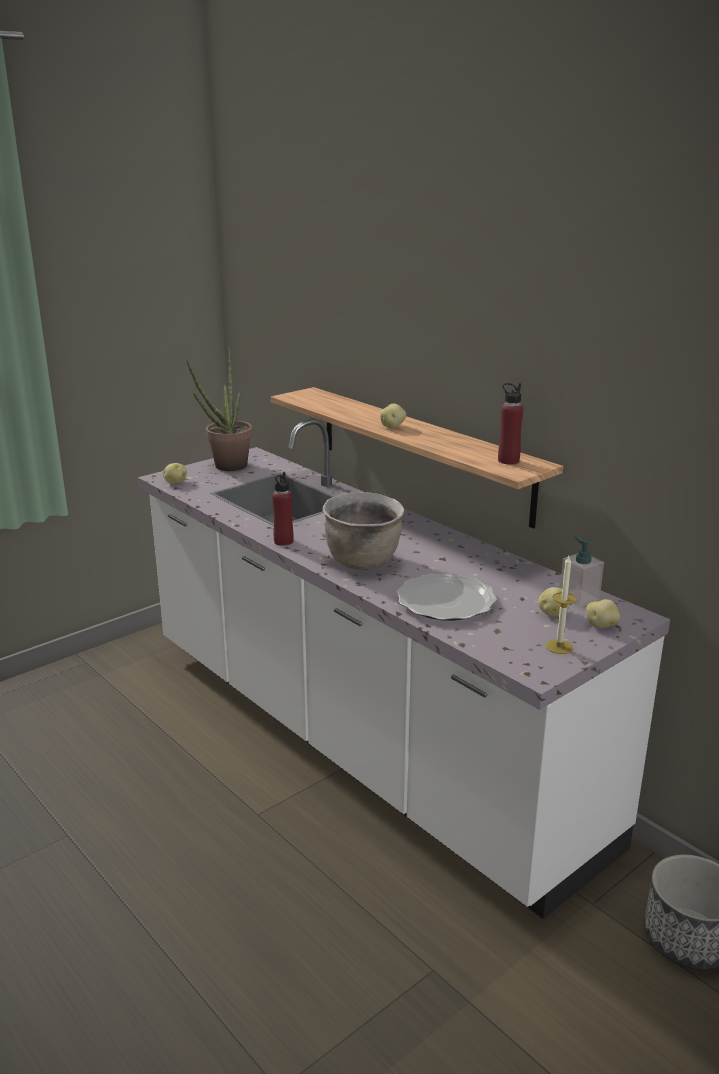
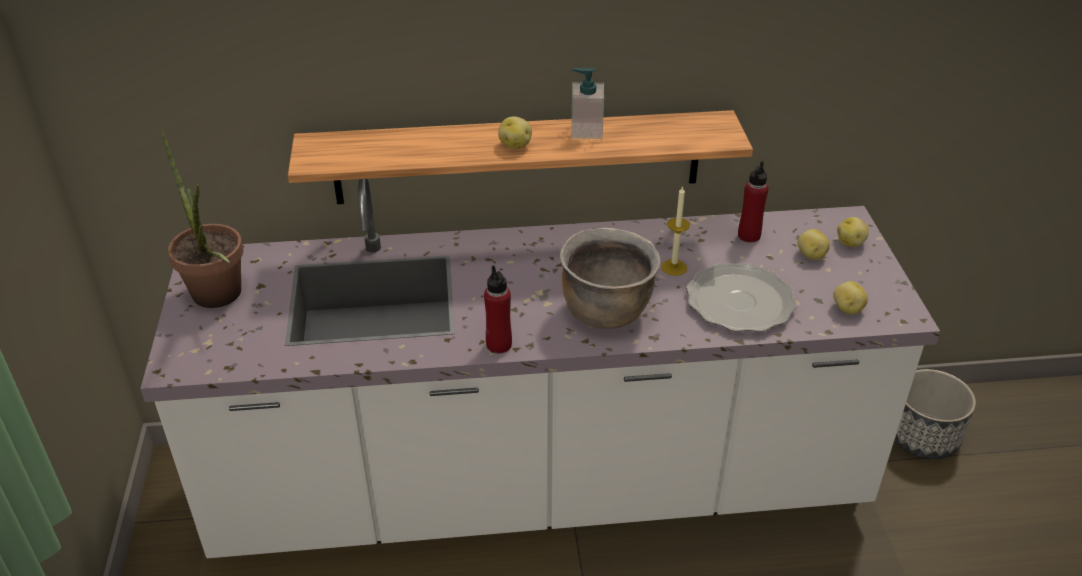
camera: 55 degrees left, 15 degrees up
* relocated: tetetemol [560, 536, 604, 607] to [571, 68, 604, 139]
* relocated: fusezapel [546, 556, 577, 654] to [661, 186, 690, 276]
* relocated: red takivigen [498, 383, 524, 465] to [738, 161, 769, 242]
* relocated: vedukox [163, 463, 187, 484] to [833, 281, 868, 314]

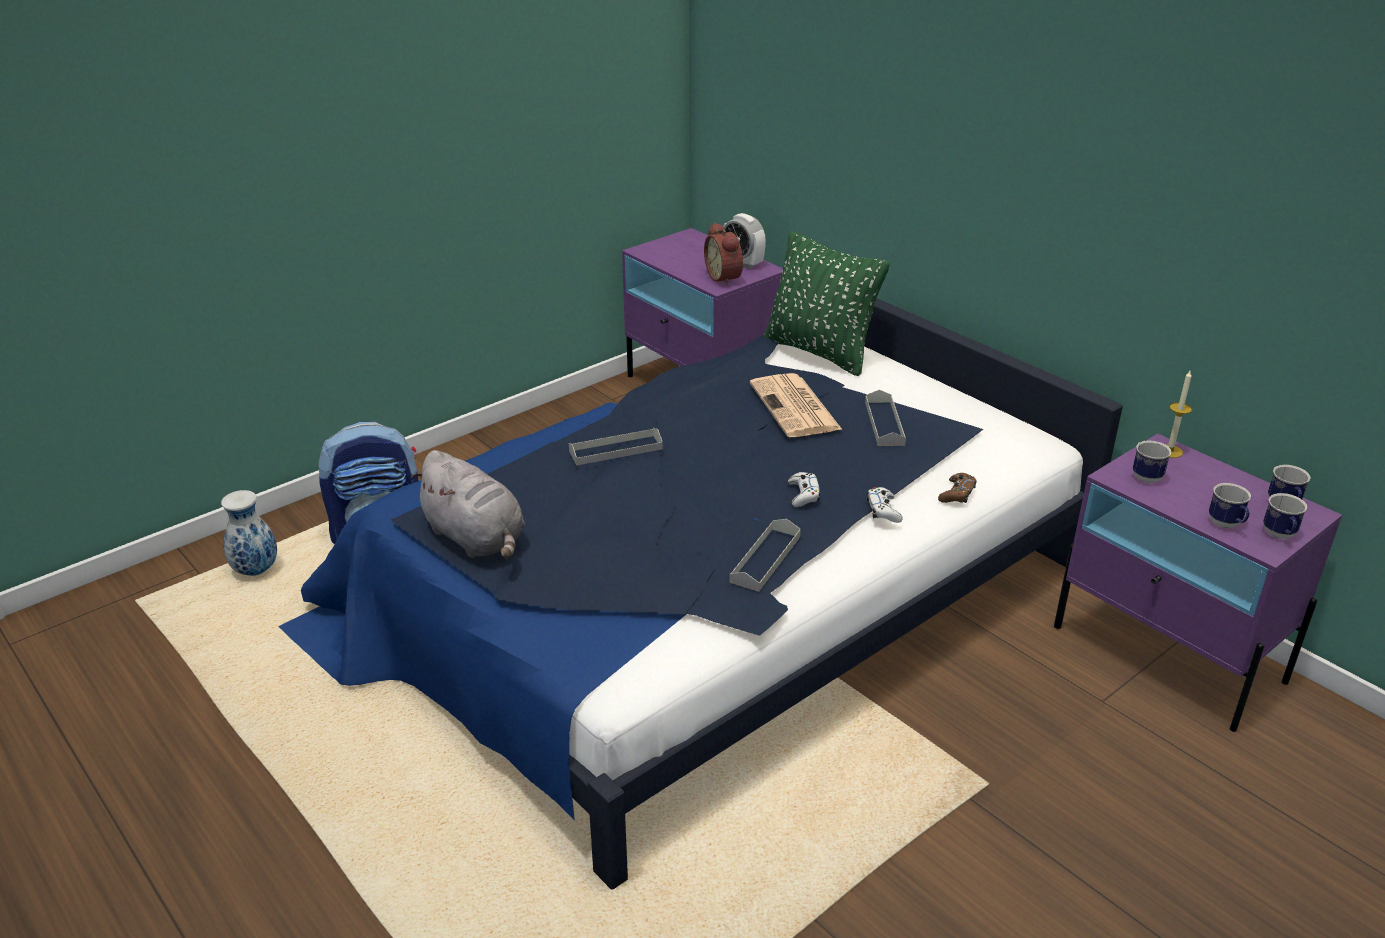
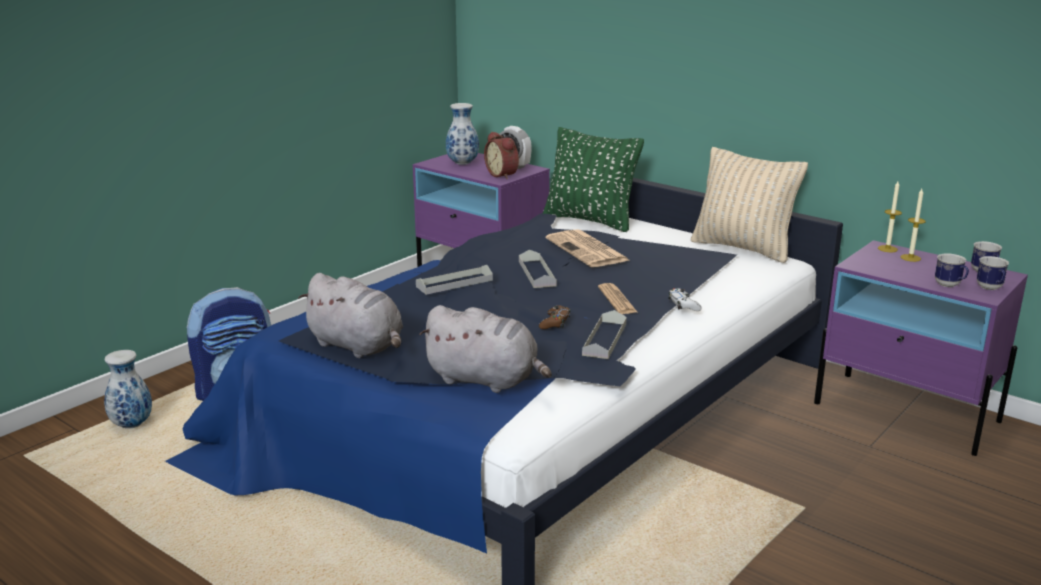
camera: 10 degrees left, 10 degrees down
* appeared: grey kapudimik [419, 305, 551, 393]
* appeared: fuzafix [446, 103, 479, 165]
* relocated: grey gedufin [865, 390, 906, 446] to [519, 249, 556, 288]
* relocated: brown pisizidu [938, 473, 977, 503] to [539, 305, 570, 329]
* exchanged: white pisizidu [787, 472, 820, 507] to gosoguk [598, 283, 637, 314]
* appeared: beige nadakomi [691, 147, 808, 263]
* appeared: fusezapel [901, 189, 926, 262]
* missing: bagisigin [1133, 440, 1171, 483]

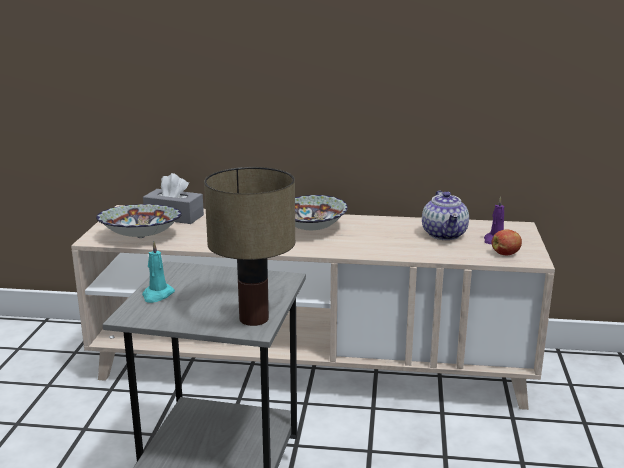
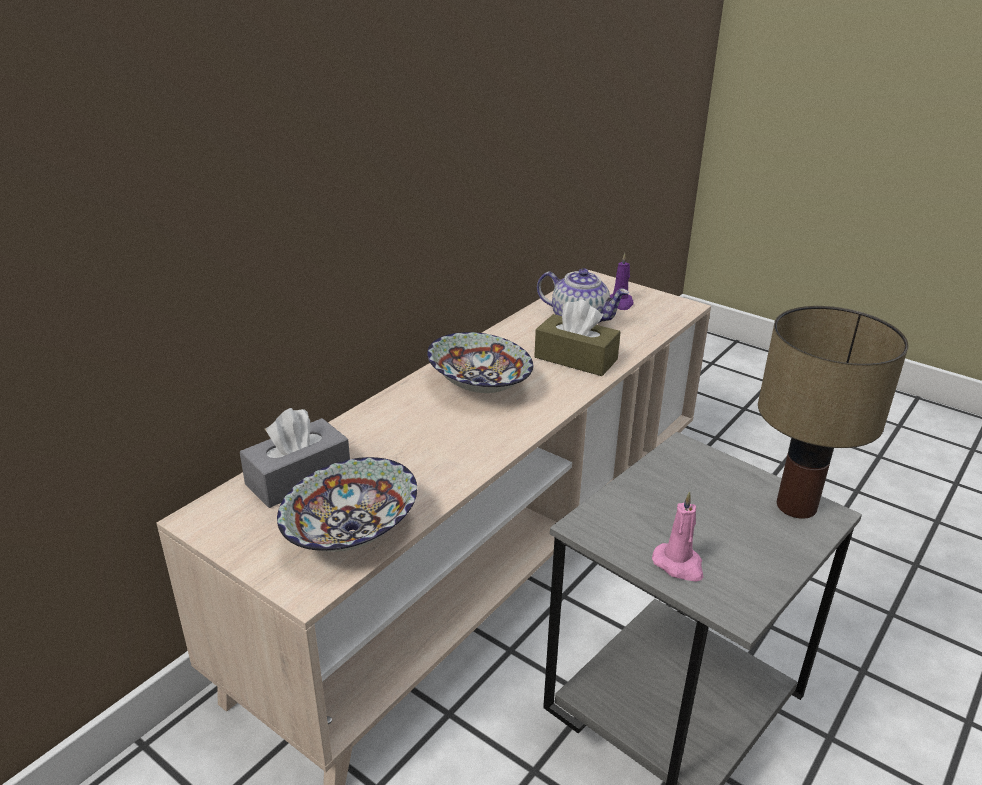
camera: 60 degrees left, 10 degrees up
* appeared: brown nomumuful [534, 299, 620, 376]
* colour: turquoise fusezapel [142, 241, 175, 303] to pink fusezapel [652, 492, 703, 582]
* missing: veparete [492, 230, 522, 255]

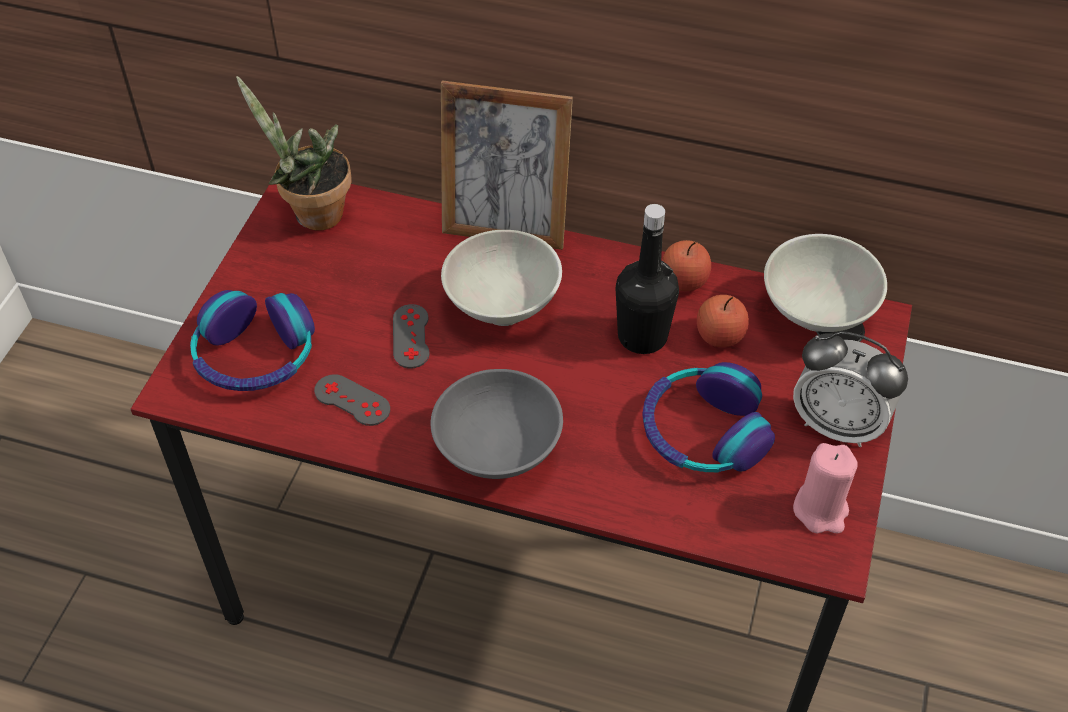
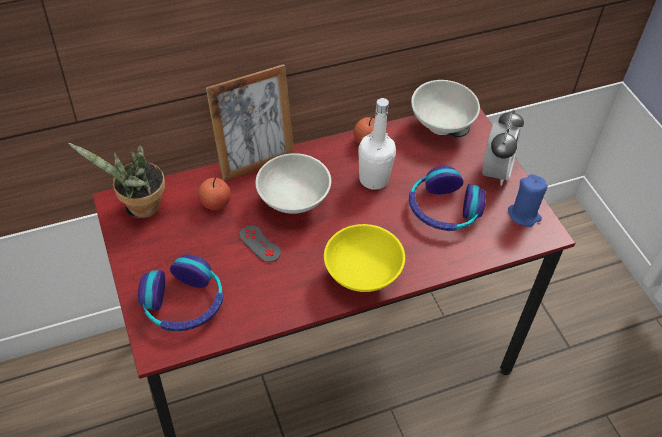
camera: 40 degrees left, 0 degrees up
* relocated: veparete [697, 295, 749, 347] to [198, 178, 231, 210]
* colour: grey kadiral [431, 369, 563, 479] to yellow kadiral [324, 224, 405, 292]
* colour: black takivigen [616, 204, 679, 354] to white takivigen [358, 98, 396, 190]
* spun: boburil [793, 331, 908, 447] = [482, 110, 524, 186] 60 degrees counterclockwise
* colour: pink fusezapel [793, 443, 857, 534] to blue fusezapel [508, 174, 548, 227]
* missing: grey pisizidu [314, 374, 390, 426]

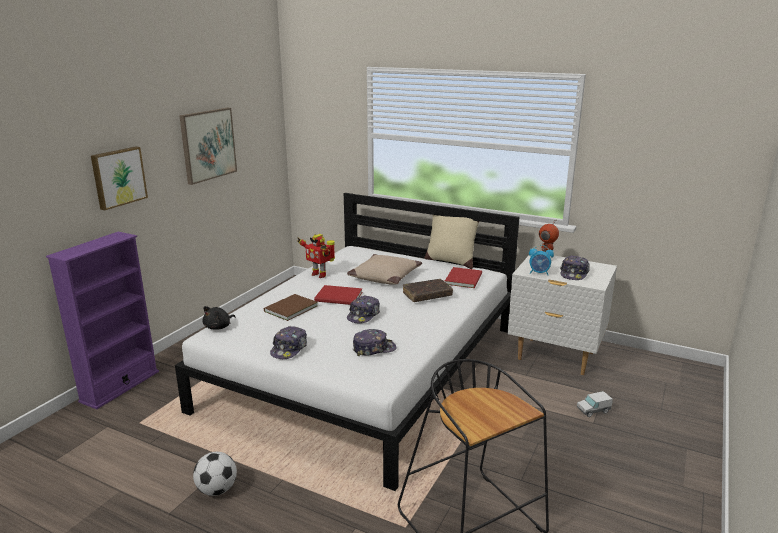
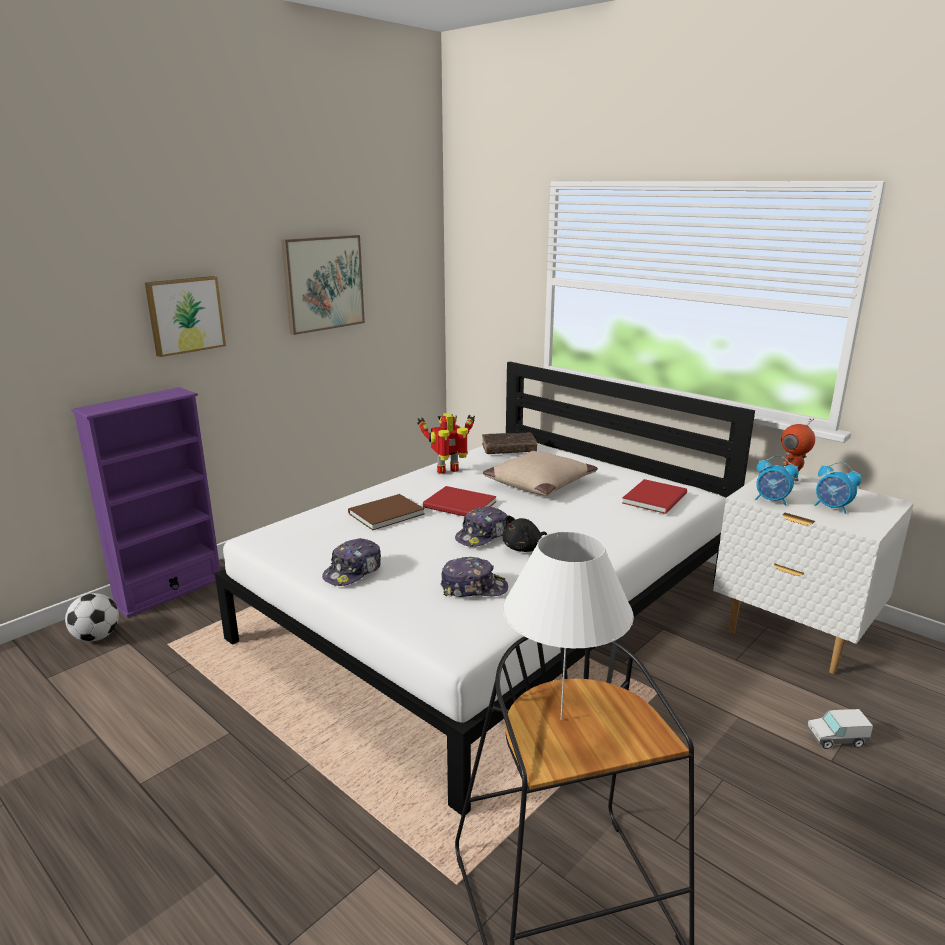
camera: 15 degrees right, 0 degrees up
* relocated: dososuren [193, 452, 237, 496] to [65, 593, 119, 642]
* spun: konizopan [297, 234, 335, 278] = [417, 413, 475, 474] 105 degrees clockwise
* relocated: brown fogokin [403, 279, 453, 302] to [482, 432, 537, 454]
* relocated: black kapudimik [202, 306, 236, 330] to [502, 515, 547, 552]
* appeared: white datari [502, 531, 634, 720]
* exchanged: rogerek [560, 255, 590, 280] to boburil [814, 462, 862, 514]
* missing: beige nadakomi [425, 215, 479, 269]

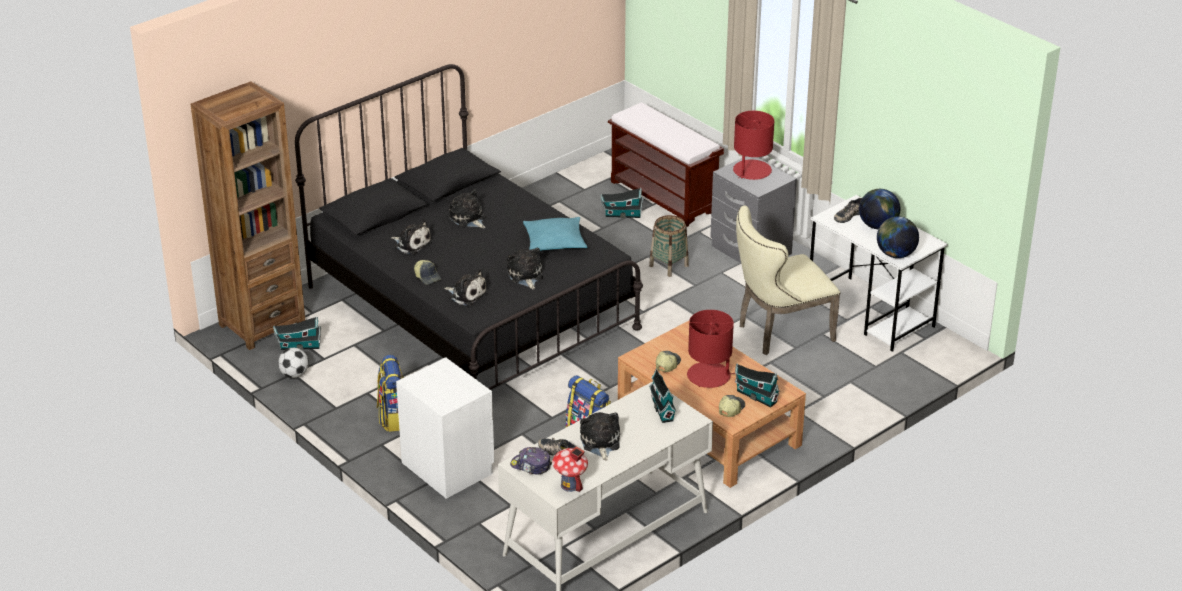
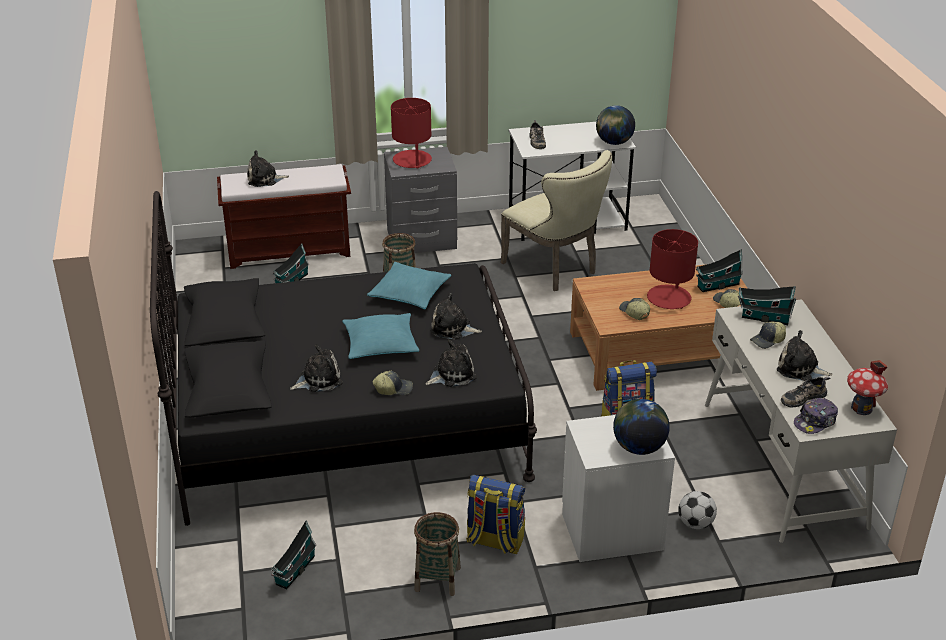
camera: 60 degrees left, 0 degrees up
* relocated: kapudimik [449, 189, 486, 228] to [247, 150, 289, 187]
* appeared: turquoise nadakomi [342, 313, 419, 359]
* appeared: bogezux [414, 512, 461, 596]
* spun: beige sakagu [736, 205, 840, 355] = [501, 150, 612, 291] 45 degrees counterclockwise
* relocated: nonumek [859, 189, 900, 229] to [613, 399, 670, 455]
* relocated: dososuren [278, 348, 309, 378] to [678, 491, 717, 529]
* appeared: rogerek [750, 321, 786, 349]
* missing: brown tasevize [191, 82, 305, 350]

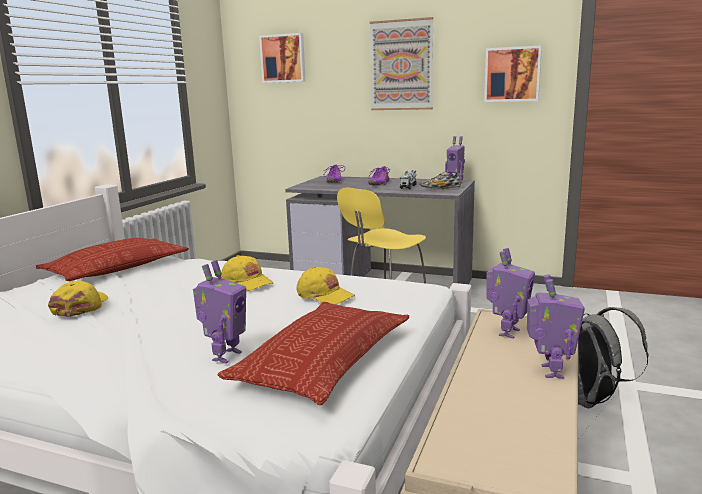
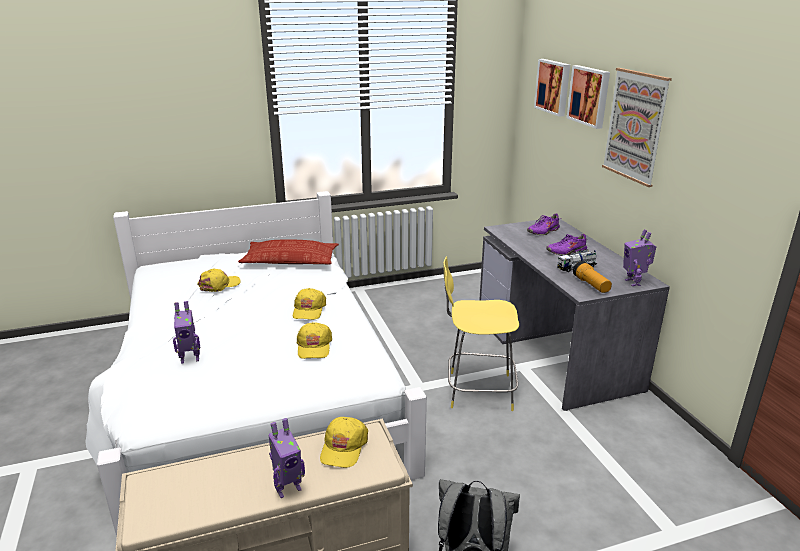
camera: 50 degrees right, 10 degrees up
* exchanged: konizopan [486, 248, 535, 339] to yellow rogerek [320, 417, 368, 468]
* relocated: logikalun [484, 45, 542, 102] to [567, 65, 610, 129]
* exchanged: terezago [420, 171, 461, 189] to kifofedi [573, 261, 612, 293]
* missing: nadakomi [217, 302, 409, 405]

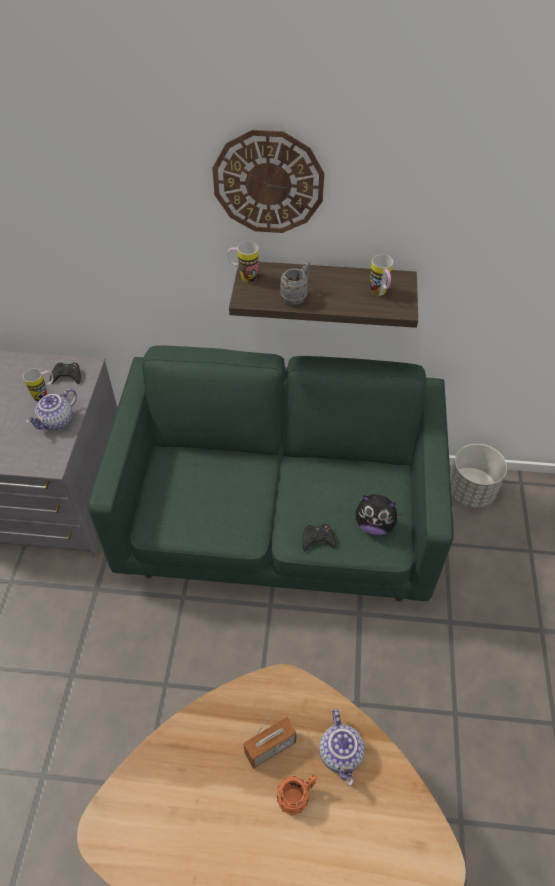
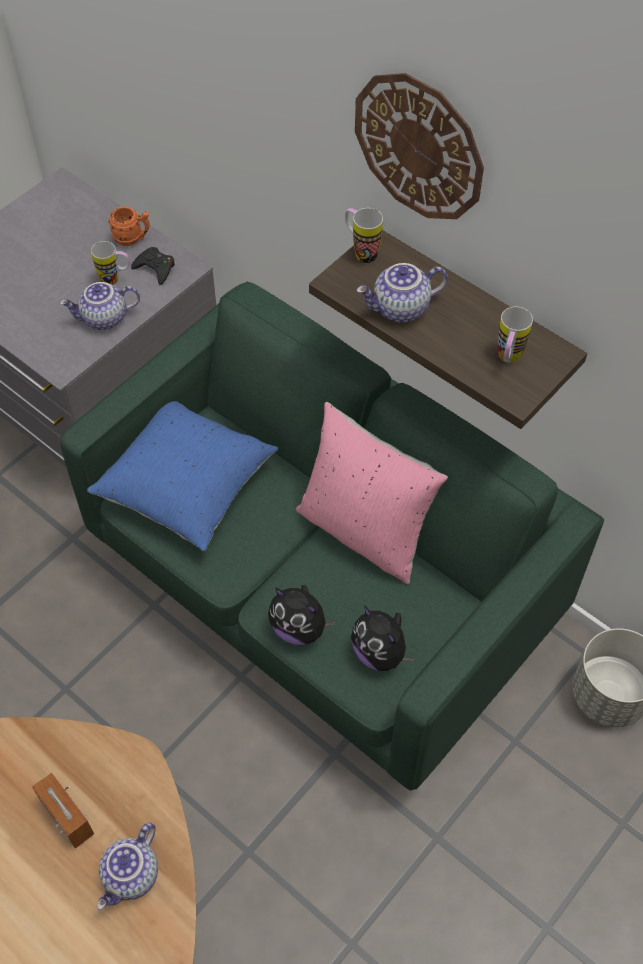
camera: 35 degrees right, 5 degrees up
* spun: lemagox [243, 710, 297, 769] = [32, 773, 94, 848] 45 degrees clockwise
* appeared: blue nadakomi [87, 401, 278, 551]
* relocated: orange bagisigin [277, 775, 317, 816] to [109, 206, 150, 246]
* exchanged: black pisizidu [302, 524, 336, 551] to kapudimik [268, 585, 336, 645]
* appeared: pink nadakomi [296, 402, 448, 584]
* exchanged: grey bagisigin [280, 261, 310, 305] to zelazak [356, 263, 448, 323]

